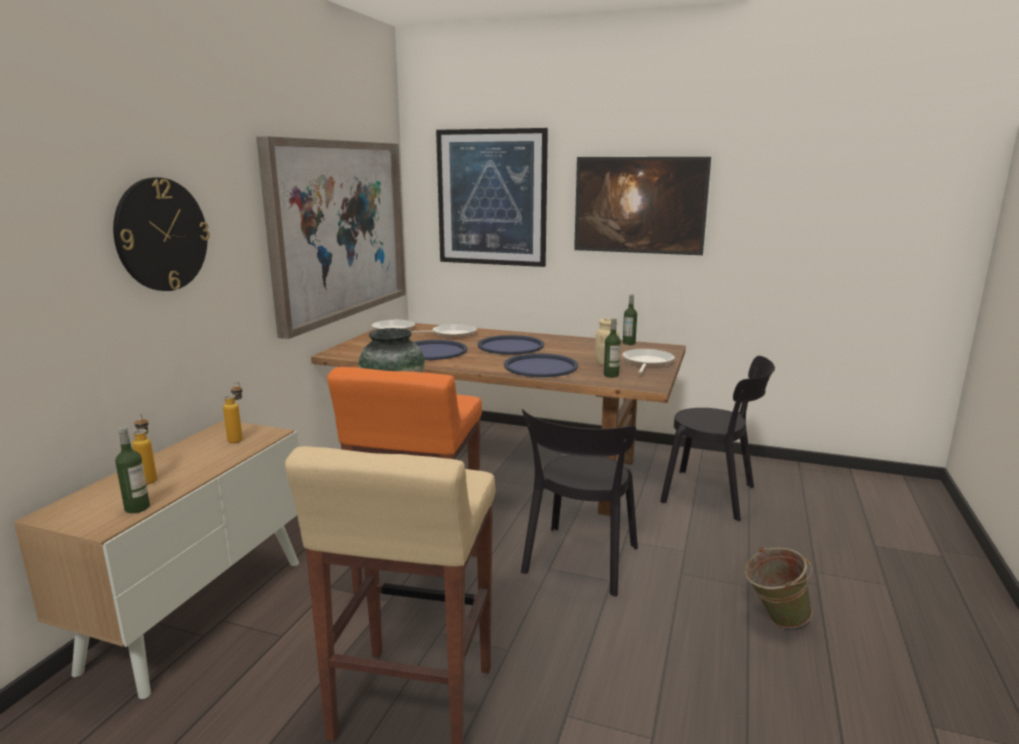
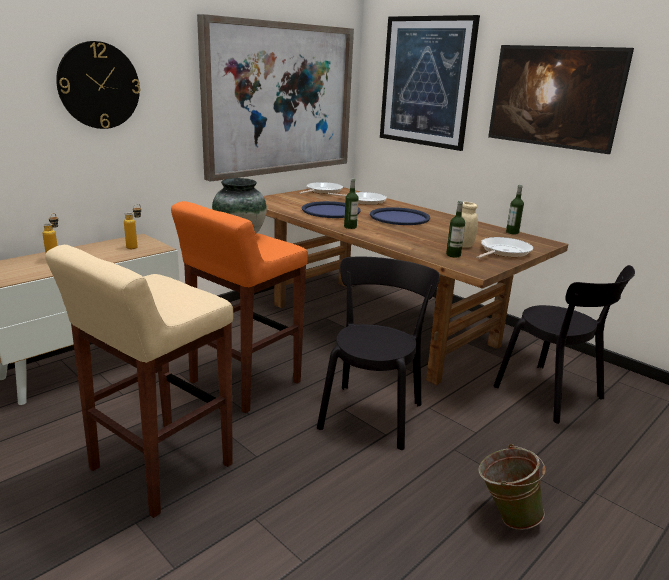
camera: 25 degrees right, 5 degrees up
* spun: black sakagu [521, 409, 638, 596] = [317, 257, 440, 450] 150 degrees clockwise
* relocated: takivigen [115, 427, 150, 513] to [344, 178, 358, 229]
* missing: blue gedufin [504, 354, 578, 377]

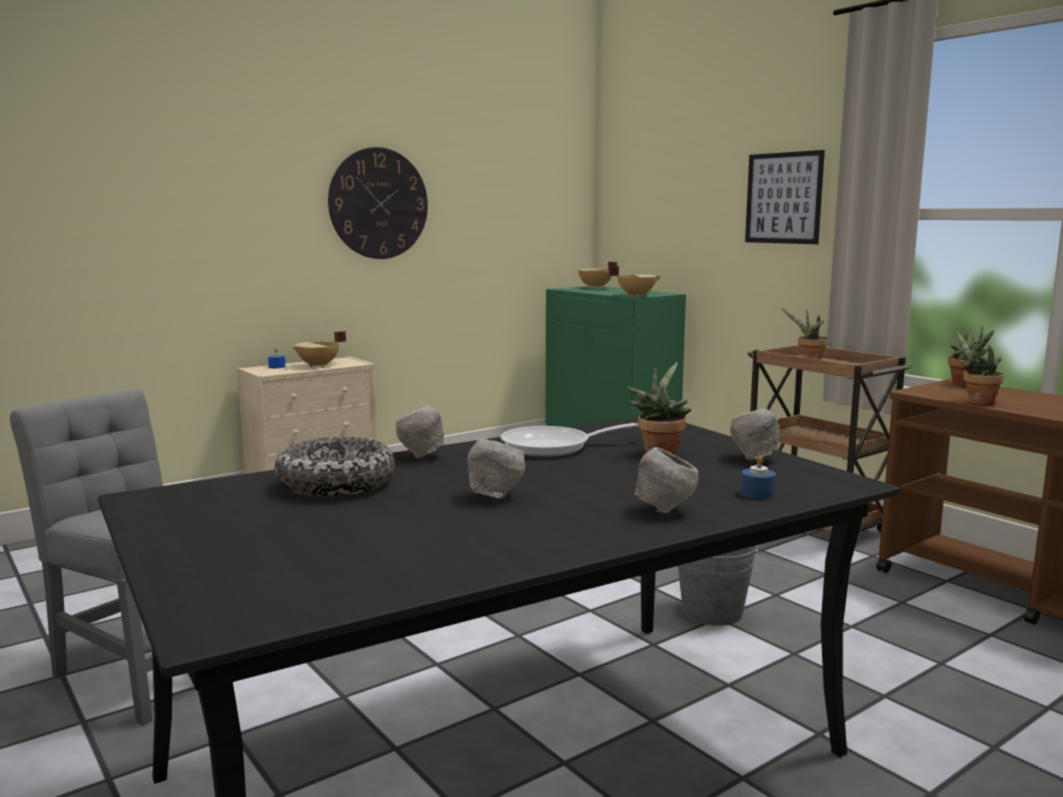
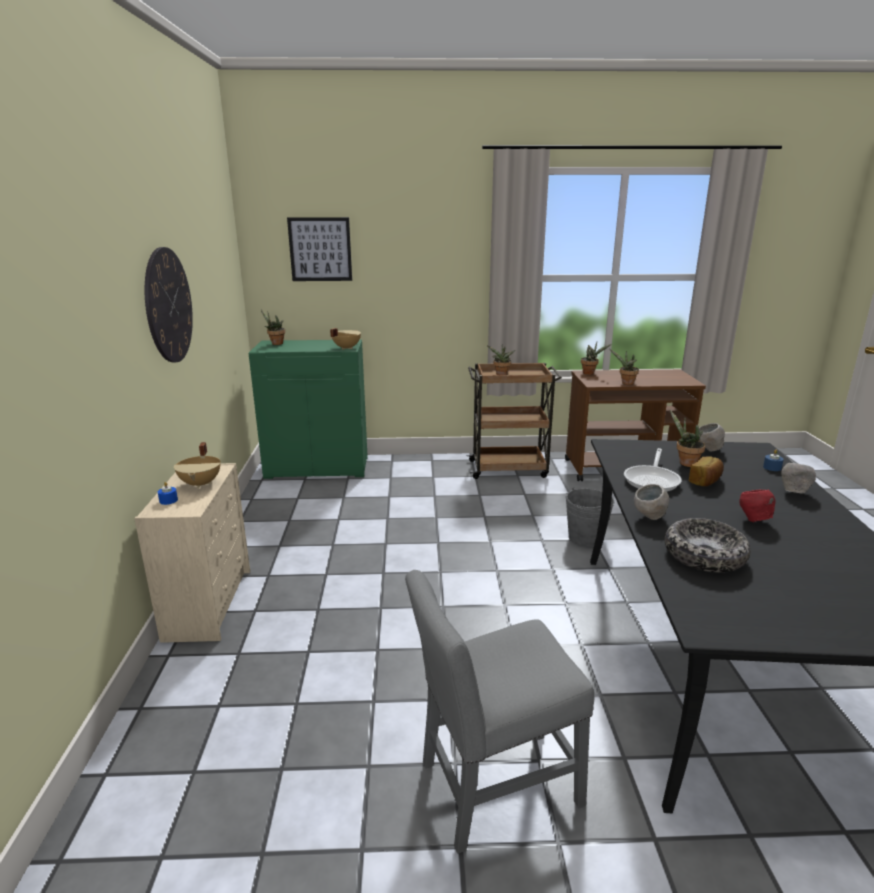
camera: 55 degrees left, 10 degrees up
* exchanged: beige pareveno [578, 262, 617, 288] to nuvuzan [261, 309, 285, 345]
* relocated: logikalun [745, 150, 825, 244] to [287, 217, 352, 281]
* appeared: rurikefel [689, 456, 724, 486]
* colour: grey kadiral [468, 439, 525, 498] to red kadiral [739, 490, 775, 523]

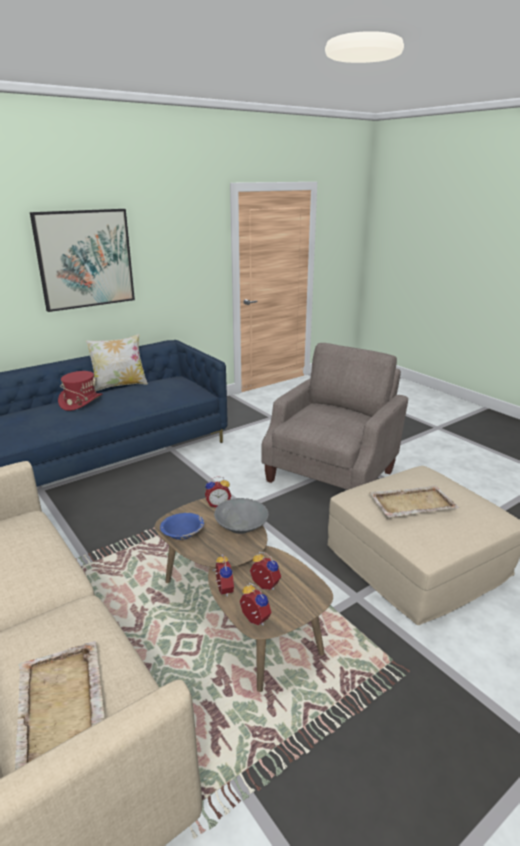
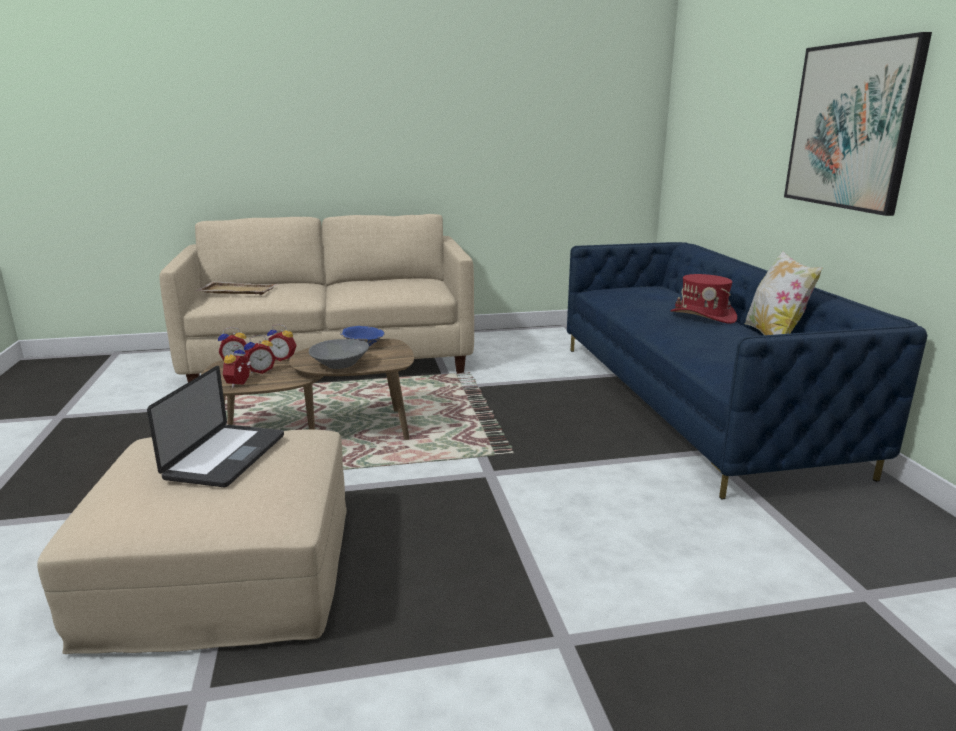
camera: 115 degrees right, 5 degrees down
* exchanged: beige gedufin [369, 485, 459, 518] to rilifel [147, 366, 284, 487]
* relocated: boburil [205, 476, 231, 507] to [223, 345, 251, 388]
* missing: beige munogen [261, 343, 408, 490]

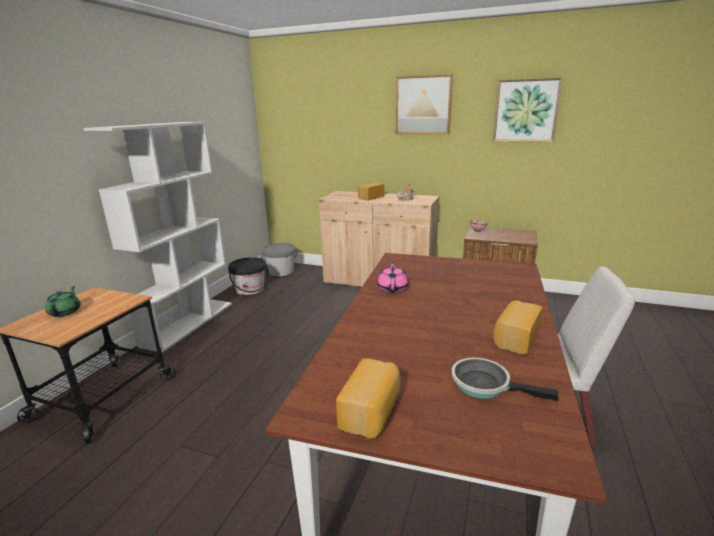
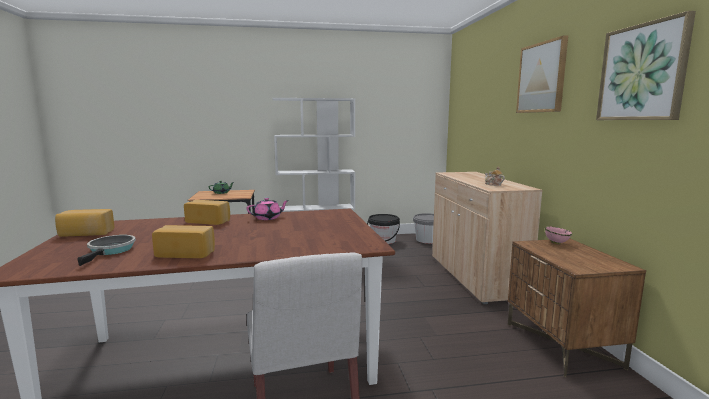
camera: 60 degrees right, 10 degrees down
* relocated: rurikefel [358, 183, 384, 200] to [184, 200, 230, 225]

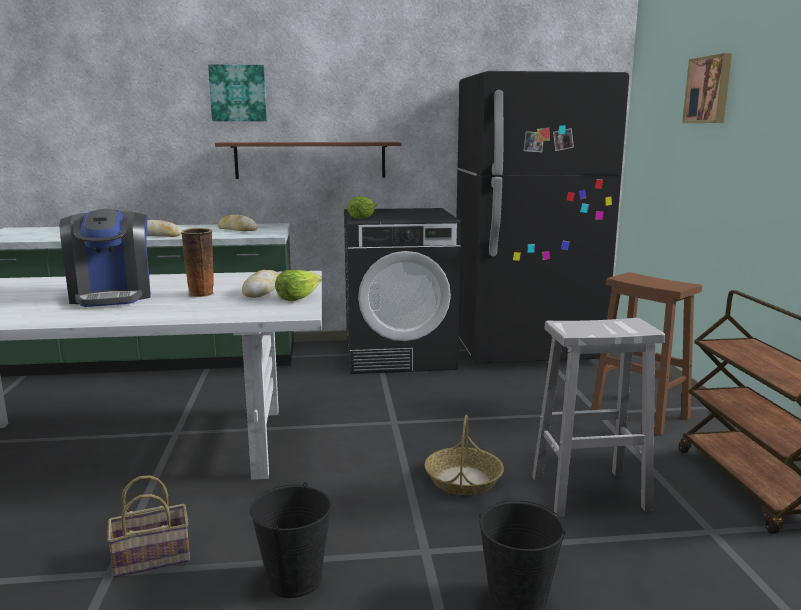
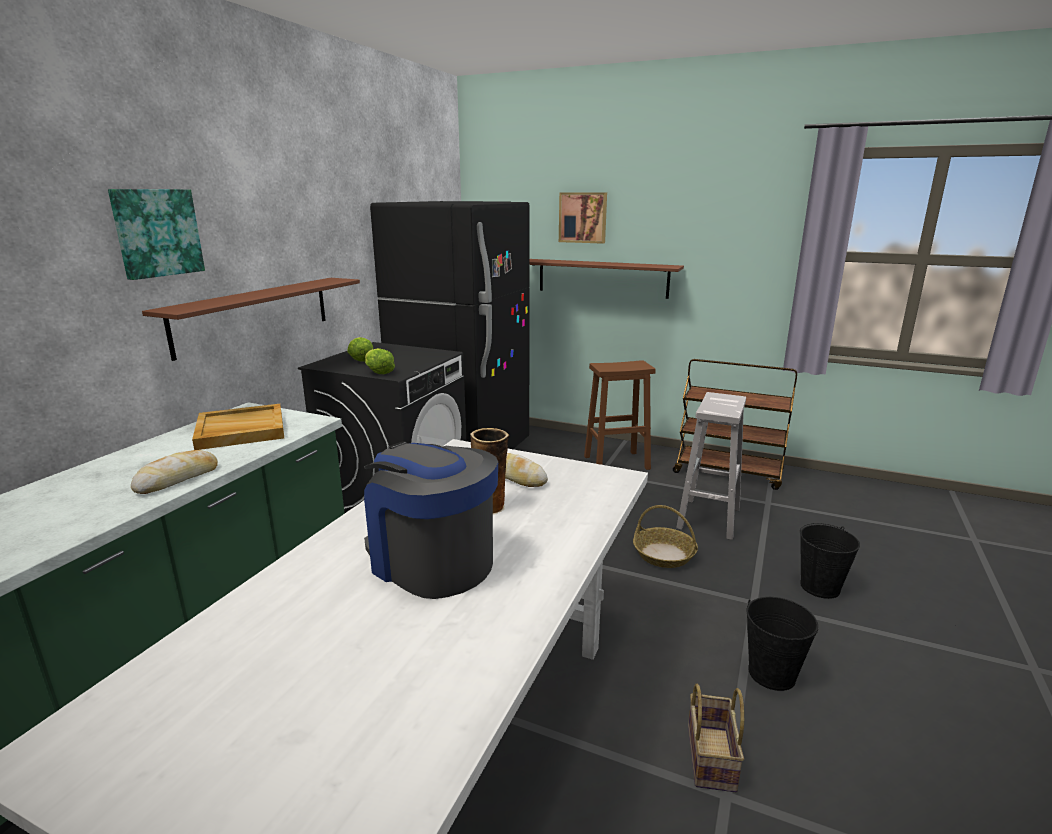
camera: 60 degrees left, 5 degrees up
* exchanged: rurikefel [218, 215, 257, 231] to beige gedufin [192, 404, 284, 450]
* relocated: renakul [275, 270, 322, 301] to [347, 337, 373, 362]
* spun: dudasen [60, 209, 151, 307] = [364, 441, 498, 599] 150 degrees counterclockwise
* appeared: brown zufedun [530, 259, 684, 299]

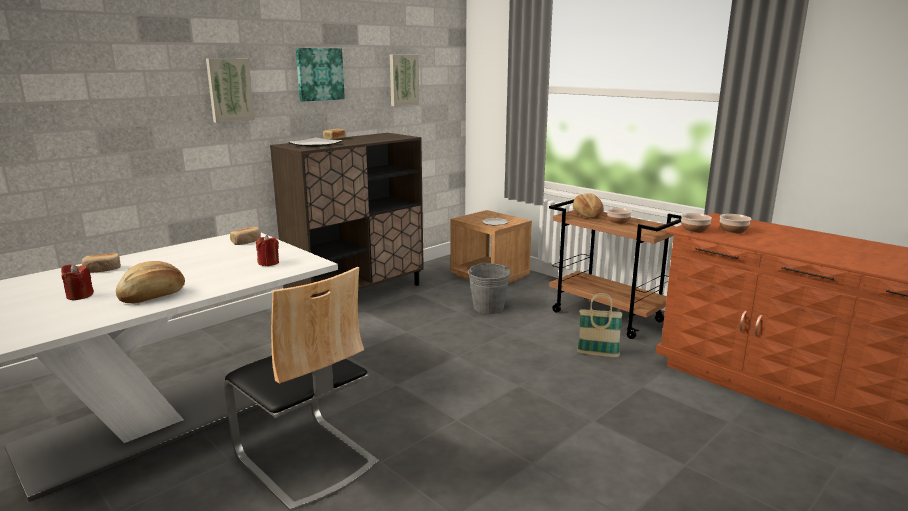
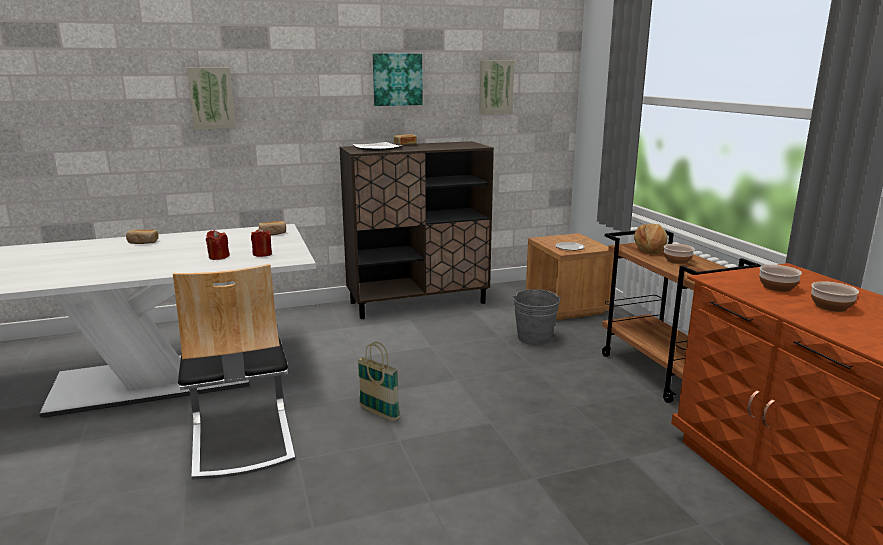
camera: 25 degrees right, 0 degrees up
* relocated: logikalun [206, 58, 255, 123] to [187, 68, 236, 130]
* relocated: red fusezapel [61, 264, 94, 300] to [206, 230, 230, 260]
* relocated: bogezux [577, 293, 623, 357] to [357, 342, 400, 422]
* relocated: kadiral [681, 213, 712, 233] to [811, 281, 859, 312]
* missing: rurikefel [116, 261, 185, 303]

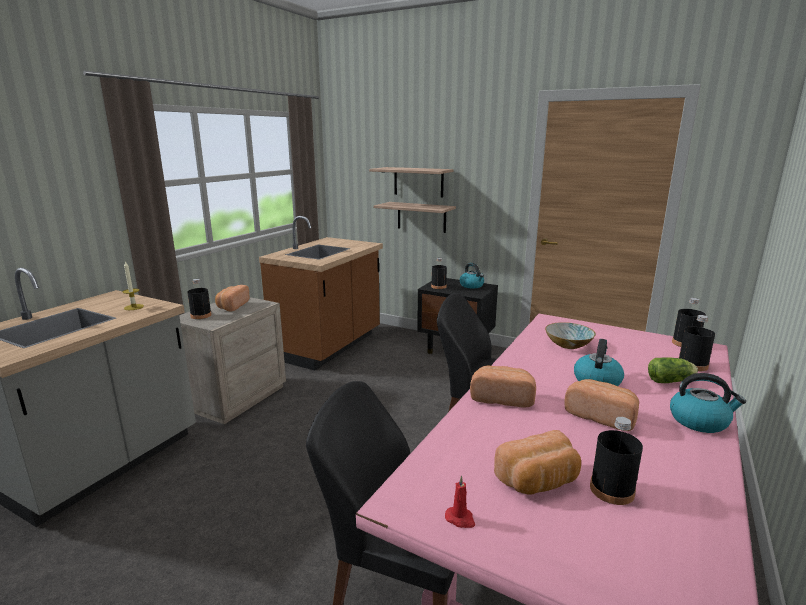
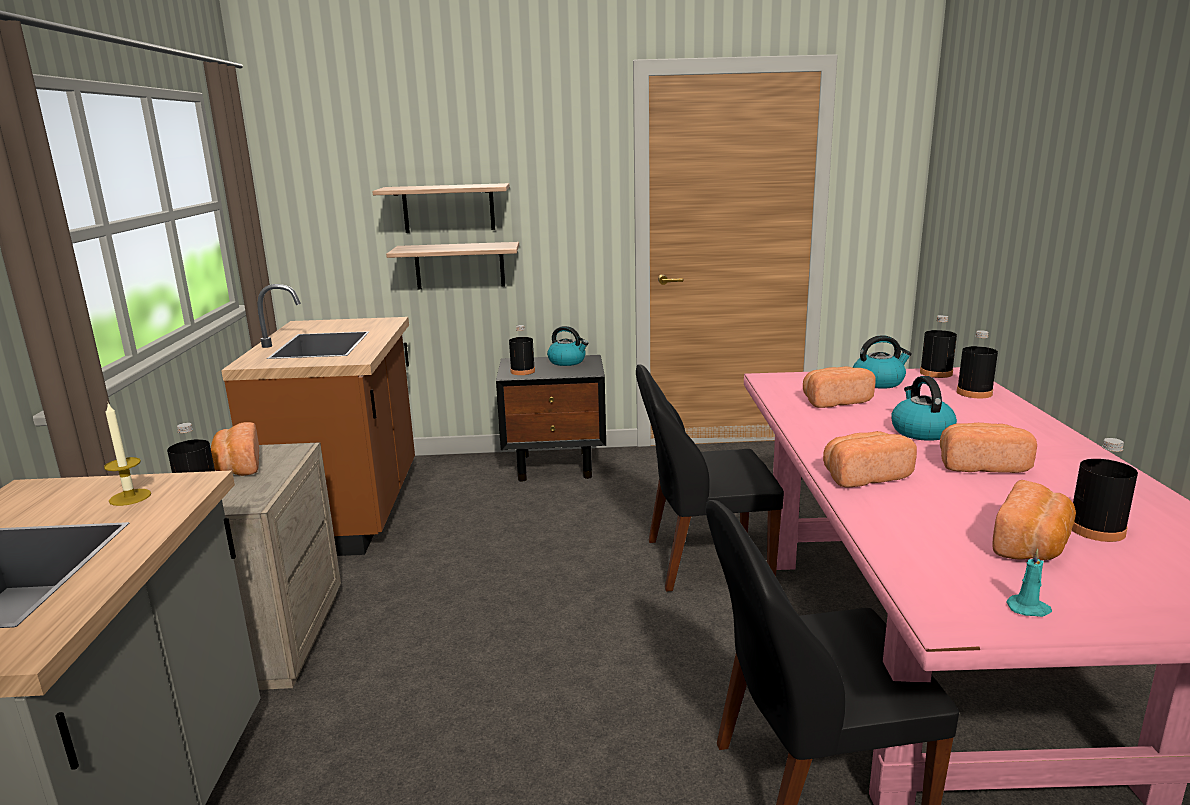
camera: 30 degrees left, 0 degrees up
* exchanged: kadiral [545, 322, 596, 349] to rurikefel [803, 366, 876, 408]
* relocated: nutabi [670, 373, 746, 433] to [853, 335, 912, 389]
* colour: red fusezapel [445, 475, 475, 528] to turquoise fusezapel [1006, 549, 1052, 617]
* missing: renakul [648, 357, 698, 383]

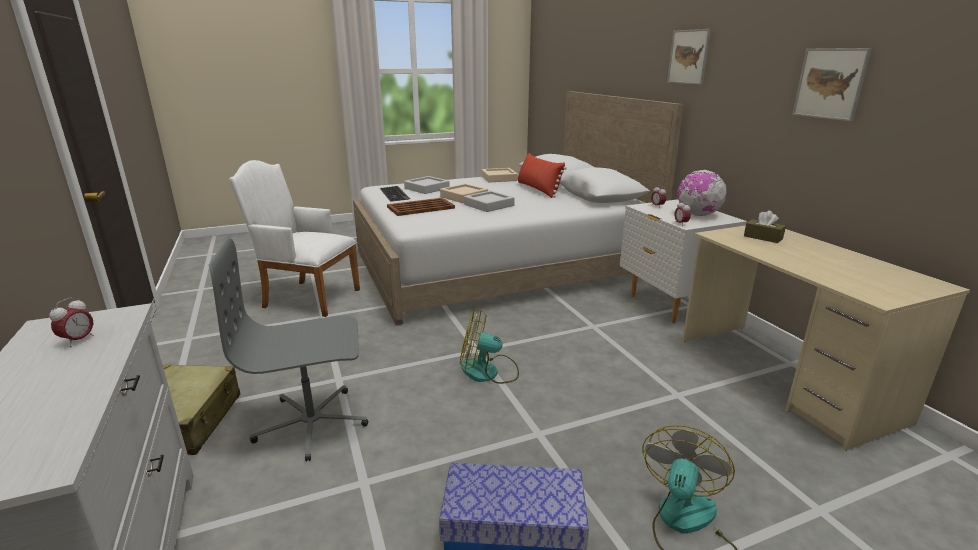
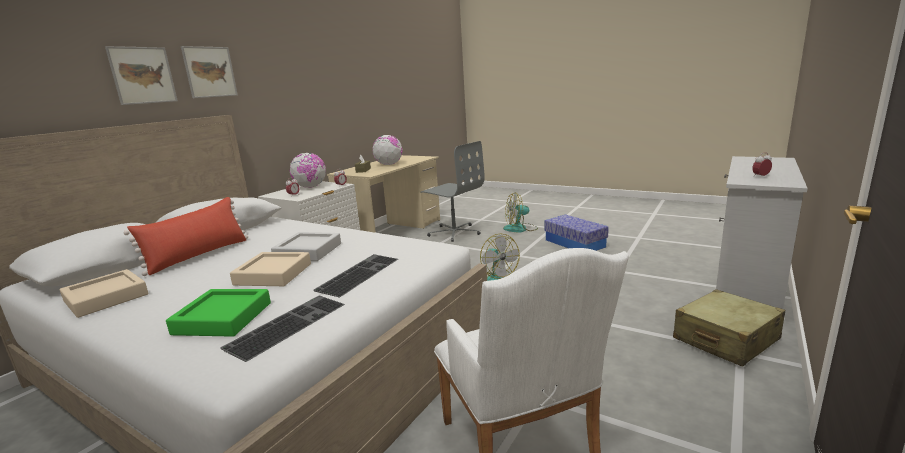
camera: 125 degrees left, 5 degrees down
* relocated: logikalun [792, 48, 872, 121] to [105, 46, 178, 105]
* colour: grey gedufin [404, 176, 450, 194] to green gedufin [166, 289, 271, 337]
* exchanged: brown gedufin [387, 198, 455, 216] to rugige [313, 254, 398, 297]
* appeared: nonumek [373, 135, 403, 165]
* relocated: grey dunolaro [208, 238, 368, 461] to [420, 141, 485, 242]

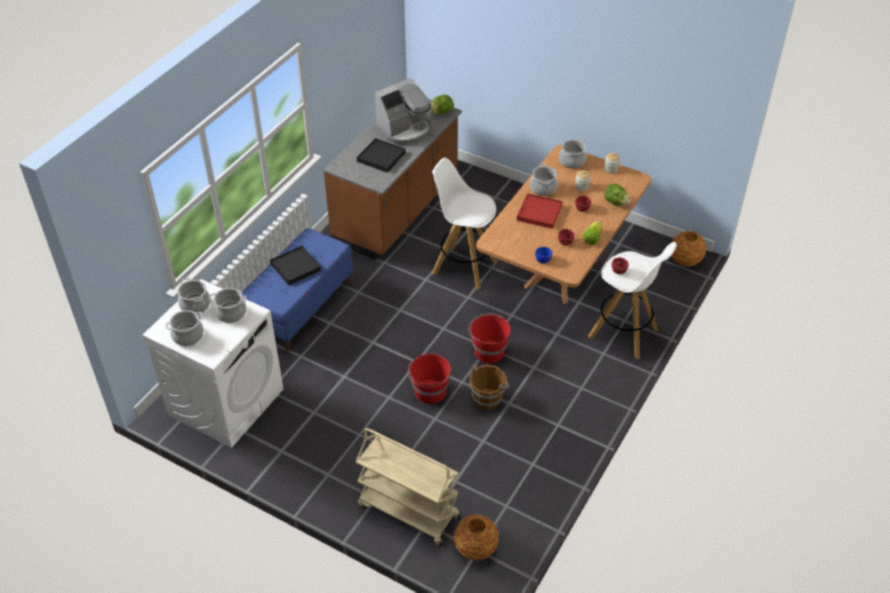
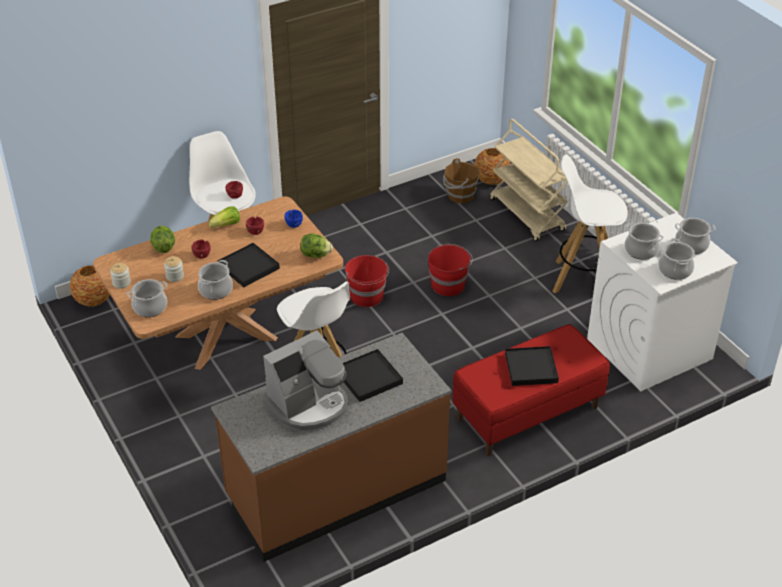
camera: 150 degrees left, 5 degrees down
* colour: red gedufin [517, 193, 563, 229] to black gedufin [217, 243, 280, 287]
* spun: dudasen [374, 78, 432, 145] = [263, 330, 349, 431] 150 degrees clockwise
* relocated: renakul [429, 94, 454, 115] to [301, 234, 333, 258]
* relocated: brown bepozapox [469, 364, 509, 410] to [443, 158, 480, 203]
* colour: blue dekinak [242, 228, 353, 351] to red dekinak [453, 324, 610, 456]
* appeared: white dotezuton [552, 154, 628, 293]

